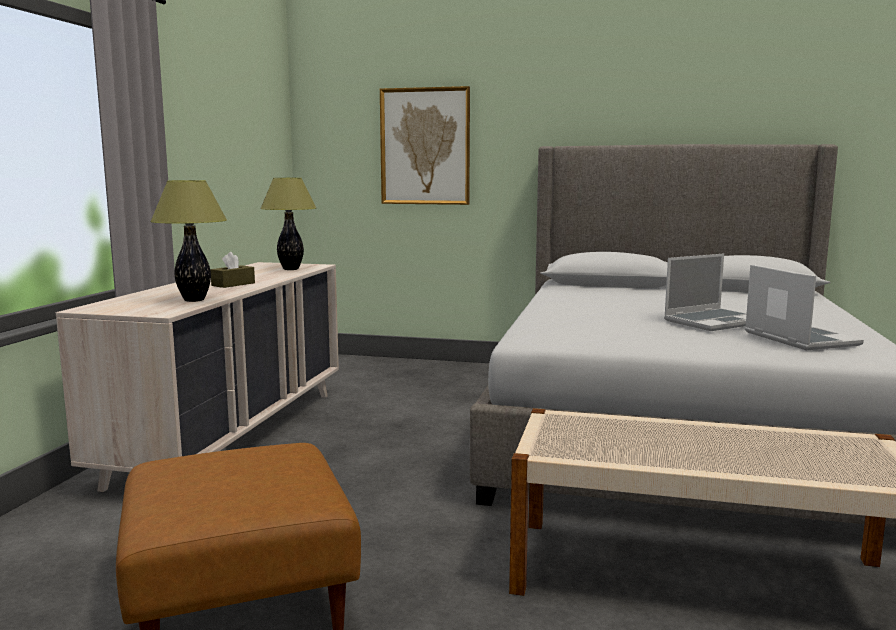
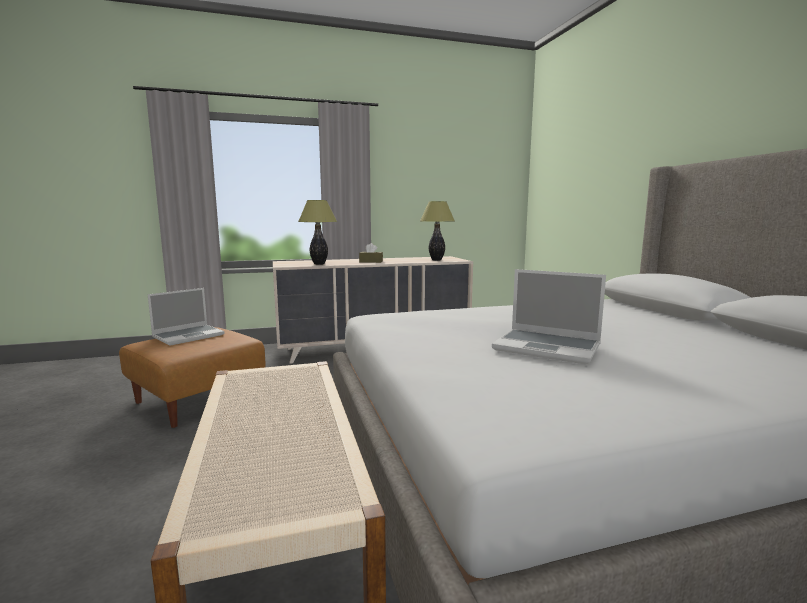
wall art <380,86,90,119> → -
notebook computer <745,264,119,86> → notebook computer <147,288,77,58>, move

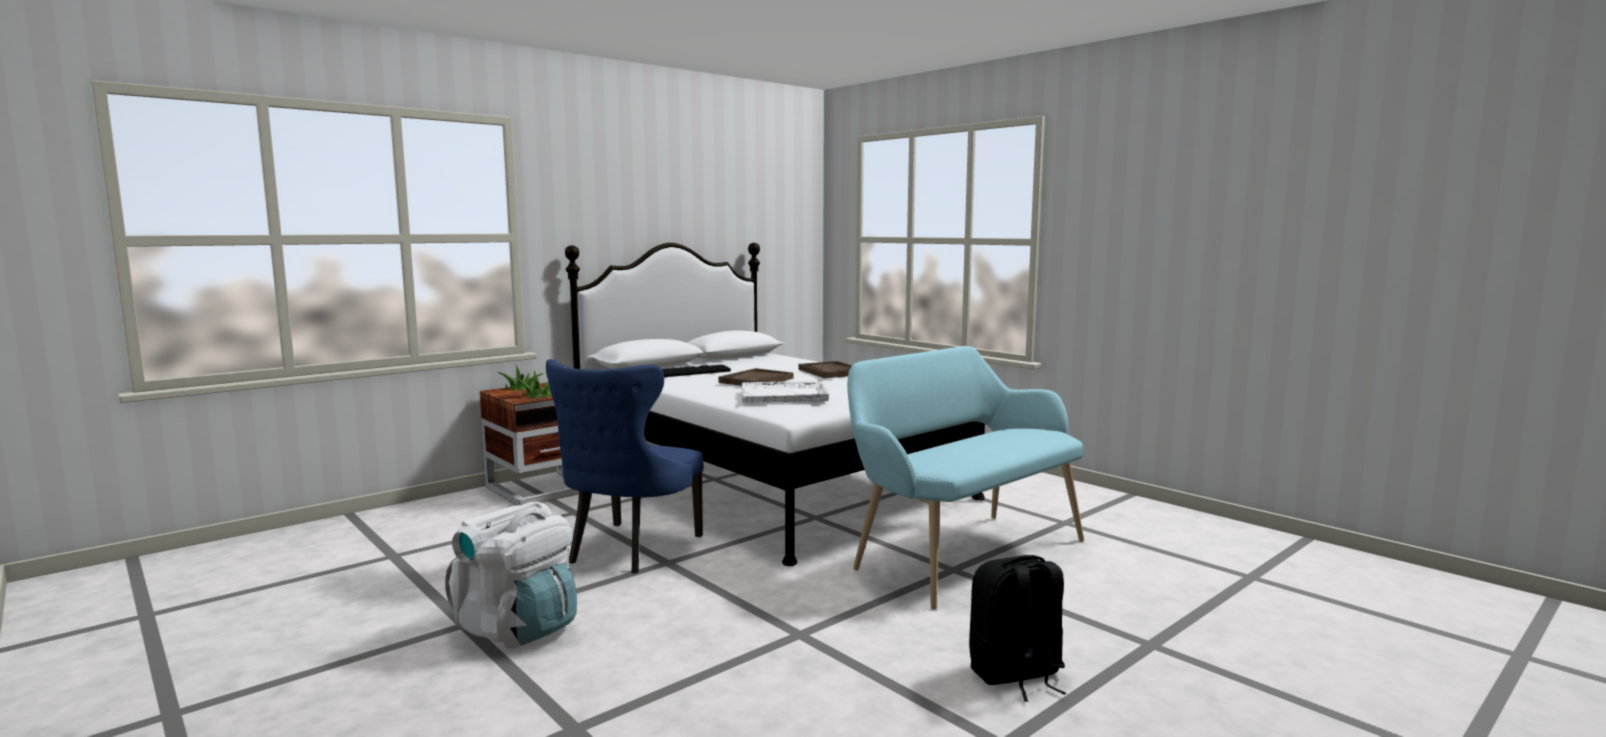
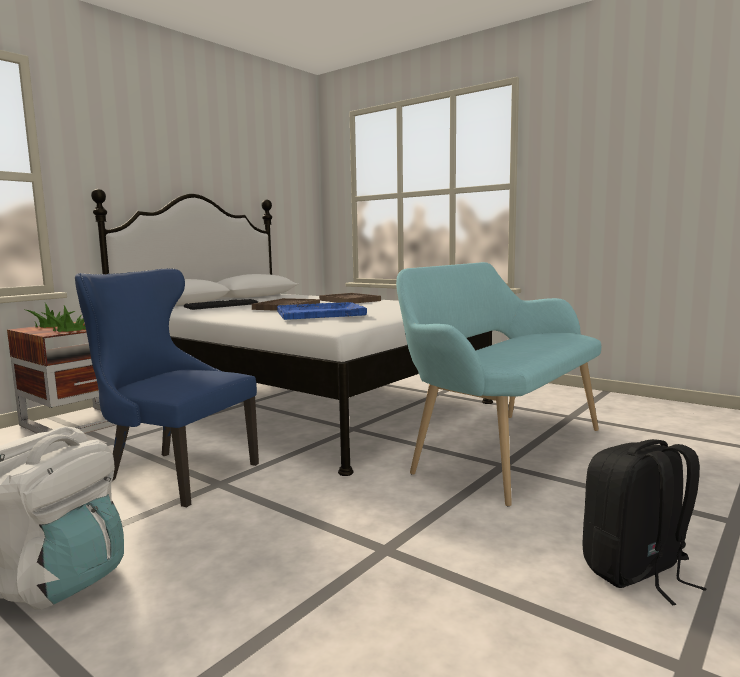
bluish chair <546,359,158,214> → bluish chair <75,268,184,239>, 105 degrees clockwise
white-coloured carrying tray <742,381,87,22> → bluish carrying tray <277,302,90,18>

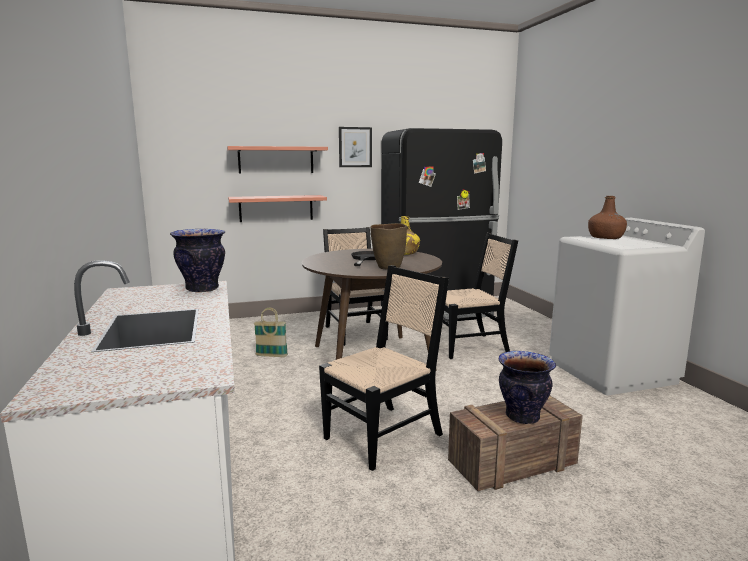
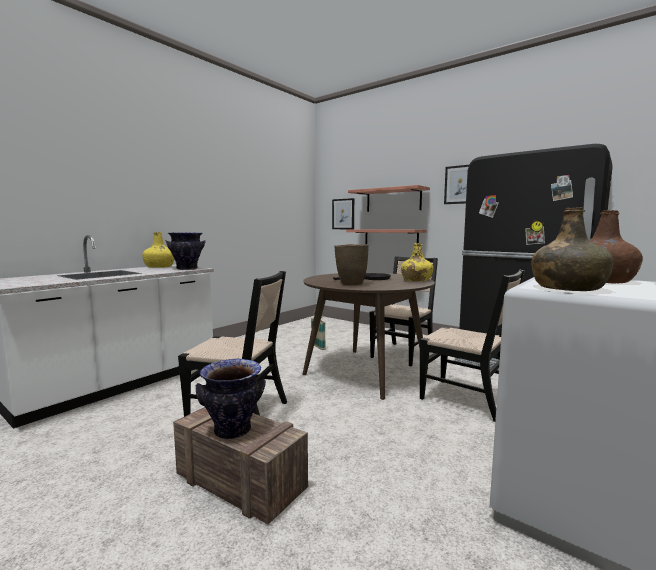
- → yellow-coloured bottle <142,232,32,36>
- → wall art <332,198,22,31>
- → green-coloured bottle <532,207,81,84>

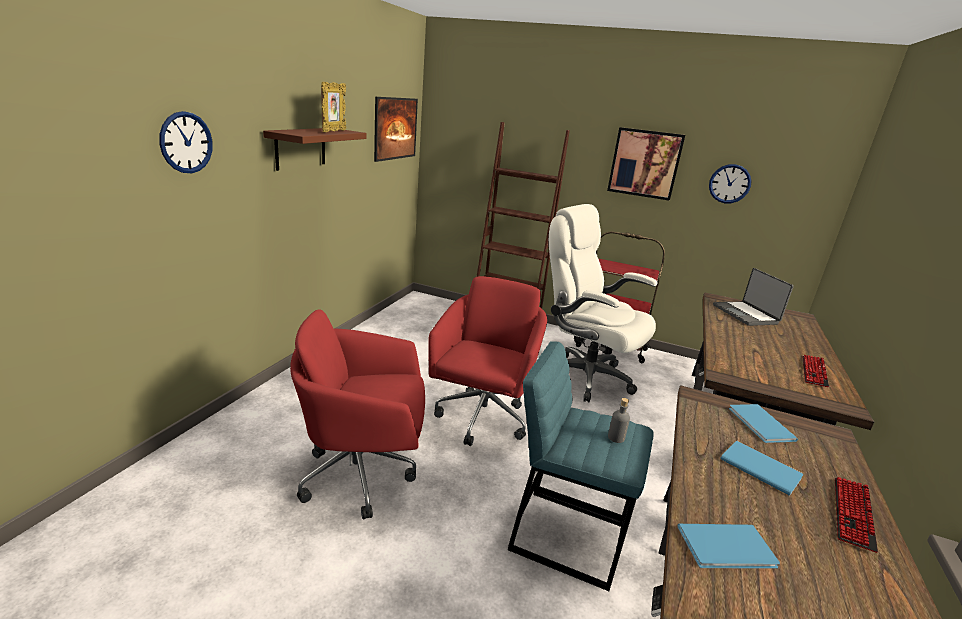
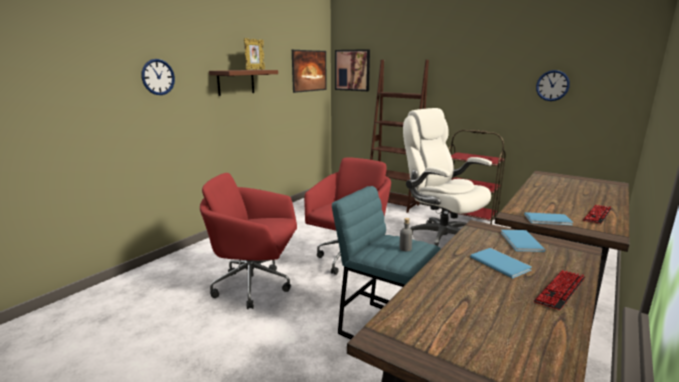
wall art <607,127,78,74> → wall art <335,49,35,42>, move
bluish volume <678,524,102,45> → bluish volume <524,212,50,14>, move
notebook computer <713,268,81,58> → -

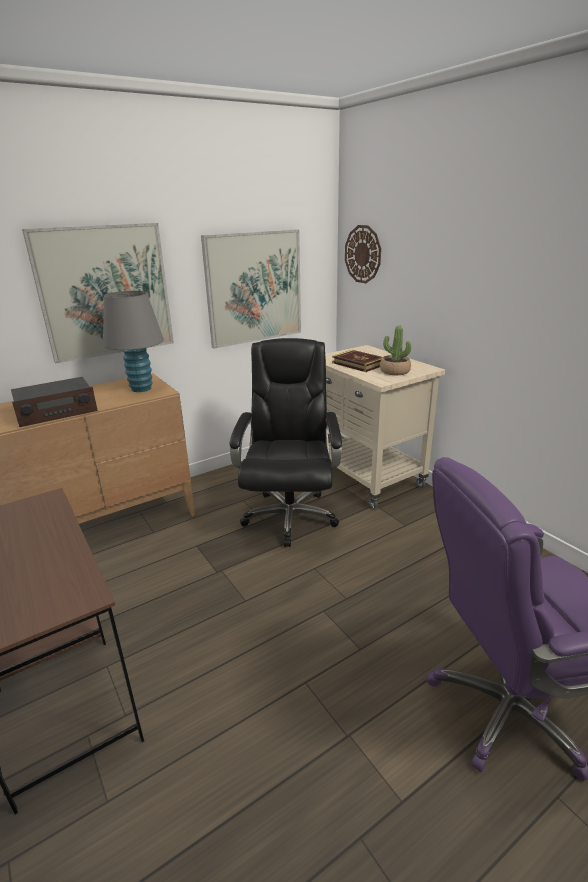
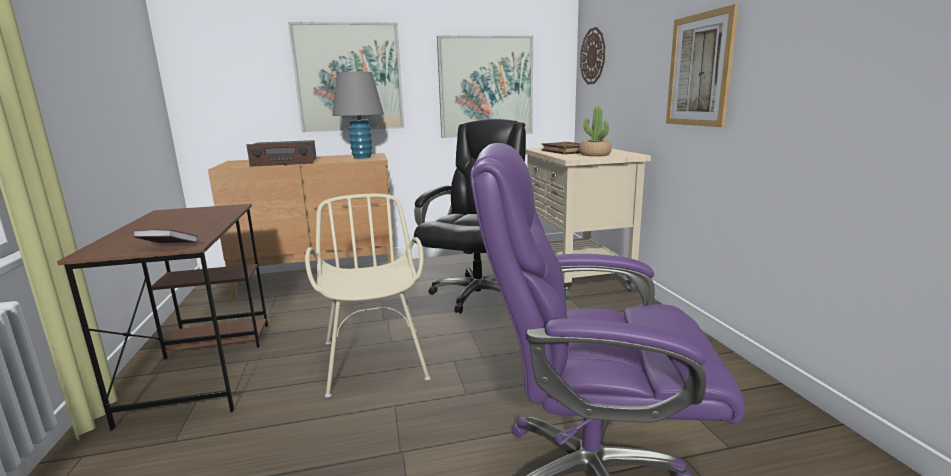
- → volume <133,229,65,14>
- → beige chair <305,194,126,203>
- → wall art <666,4,73,123>

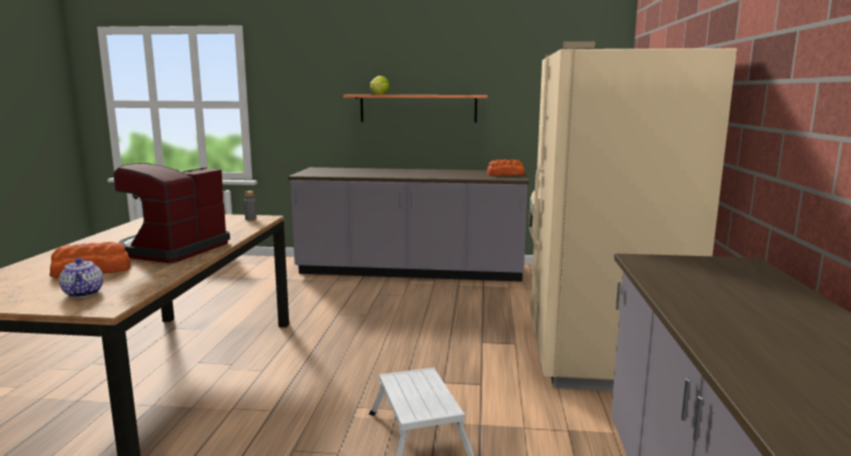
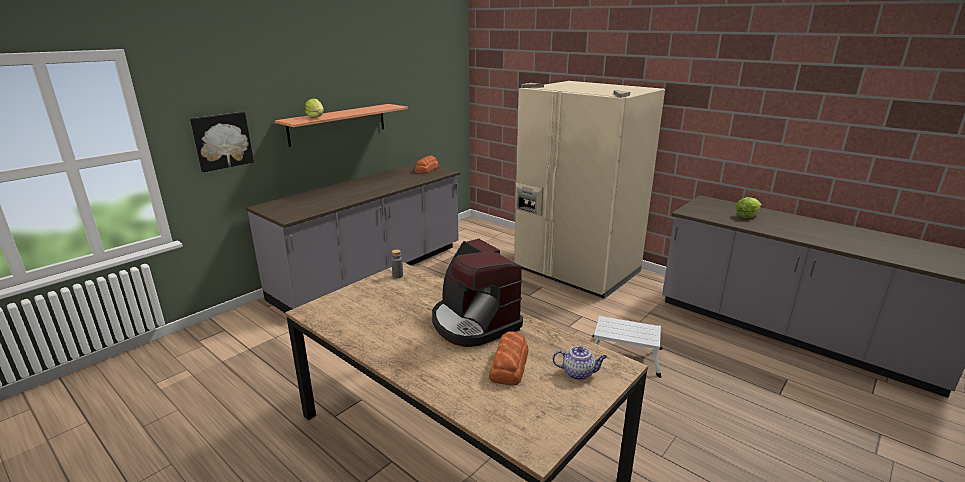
- → wall art <190,112,64,60>
- → lettuce <736,197,26,21>

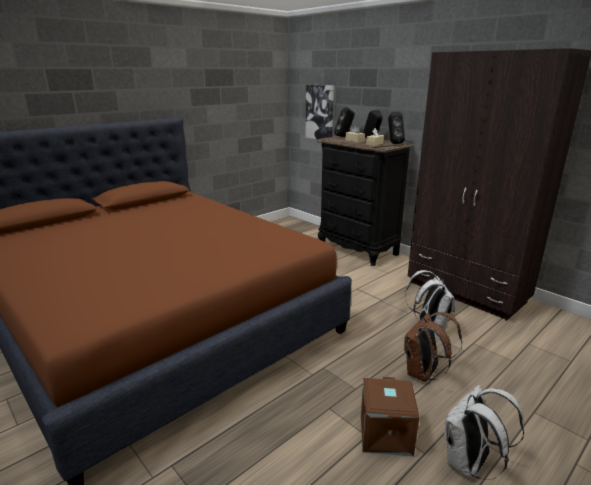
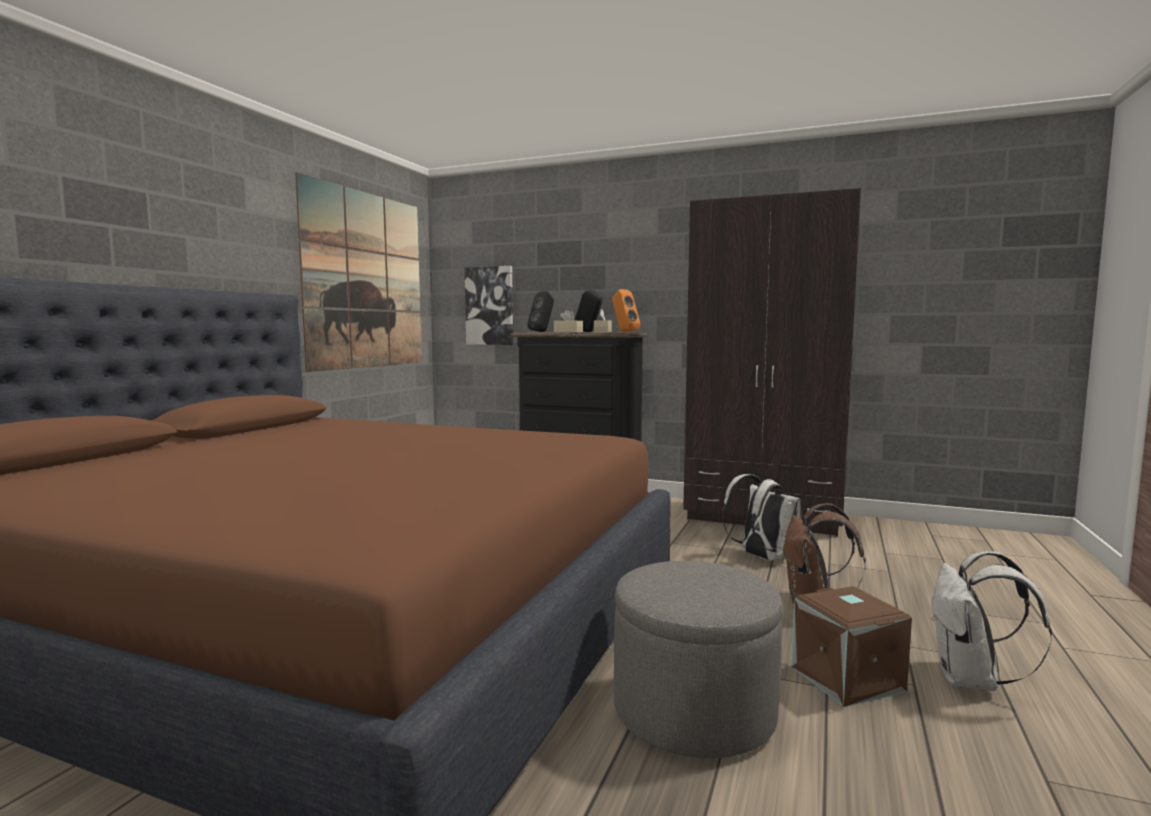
blackish loudspeaker <388,112,17,32> → orangey loudspeaker <612,289,29,43>
- → wall art <295,172,127,200>
- → gray ottoman <614,561,169,197>

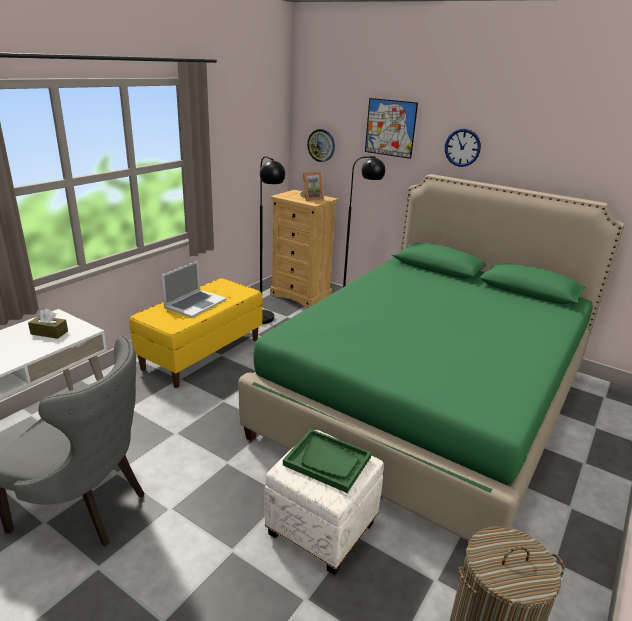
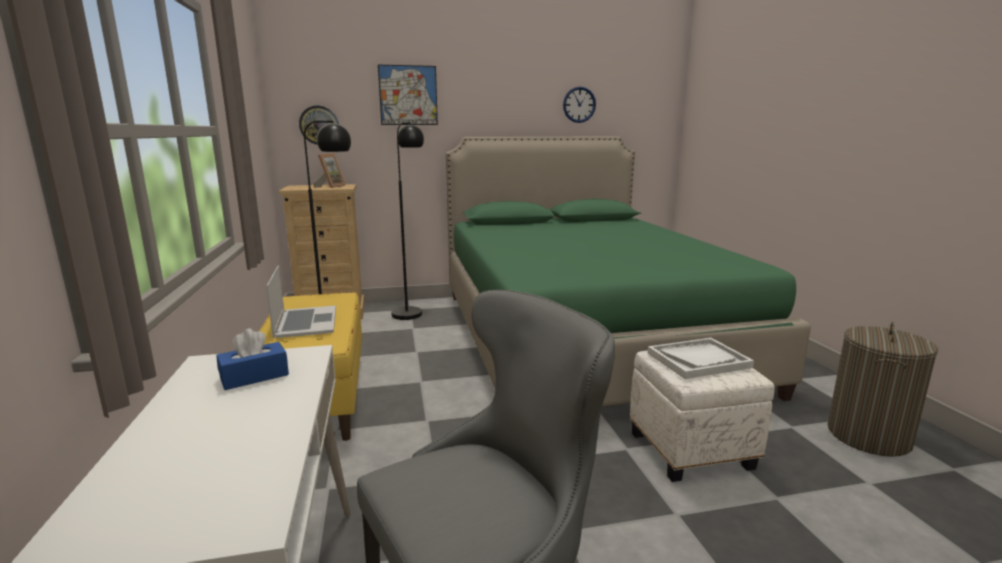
brown tissue box <28,309,40,30> → bluish tissue box <216,328,73,62>
green-coloured carrying tray <283,429,89,64> → white-coloured carrying tray <648,338,106,41>
clock on the wall <445,129,36,38> → clock on the wall <563,87,33,36>, move

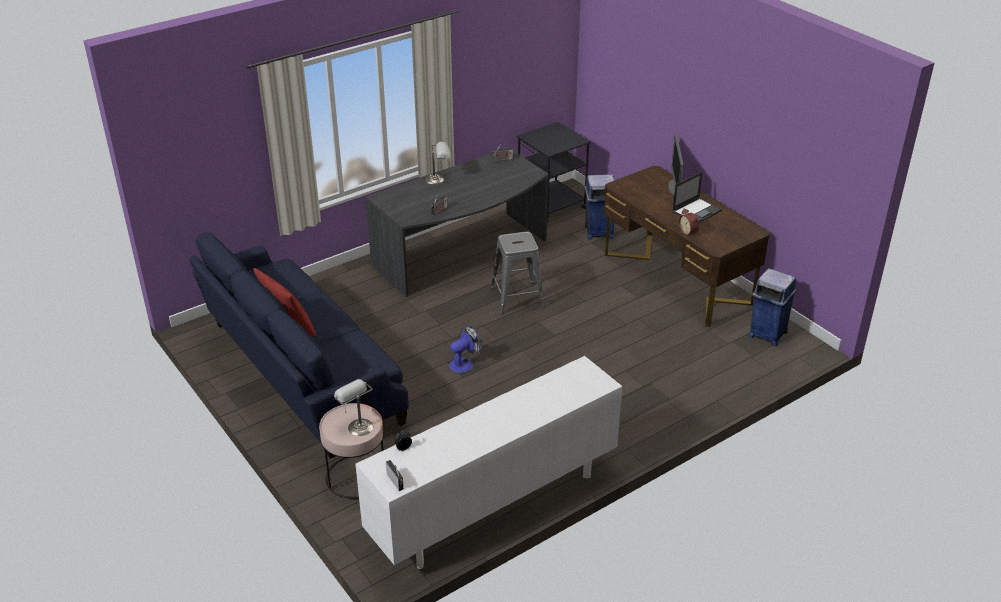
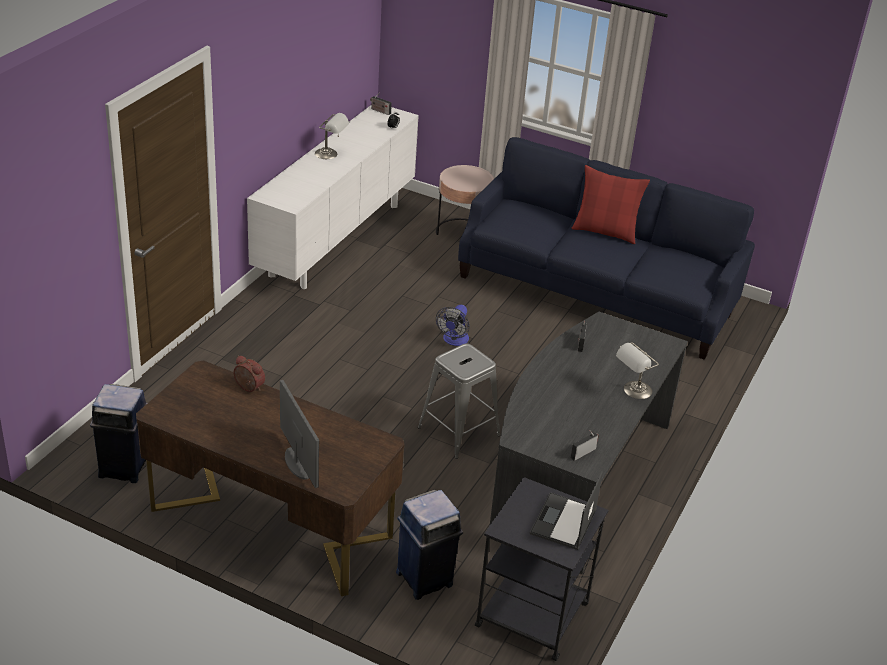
white-coloured lamp for a table <334,379,39,57> → white-coloured lamp for a table <315,113,34,46>, move
notebook computer <672,172,50,51> → notebook computer <530,471,73,79>, move

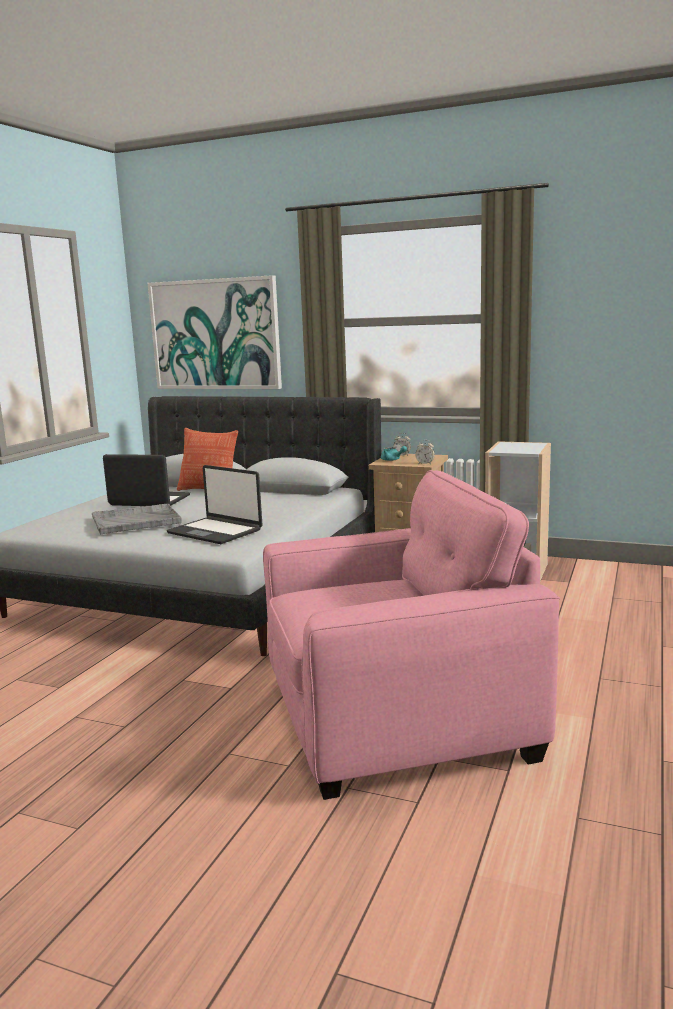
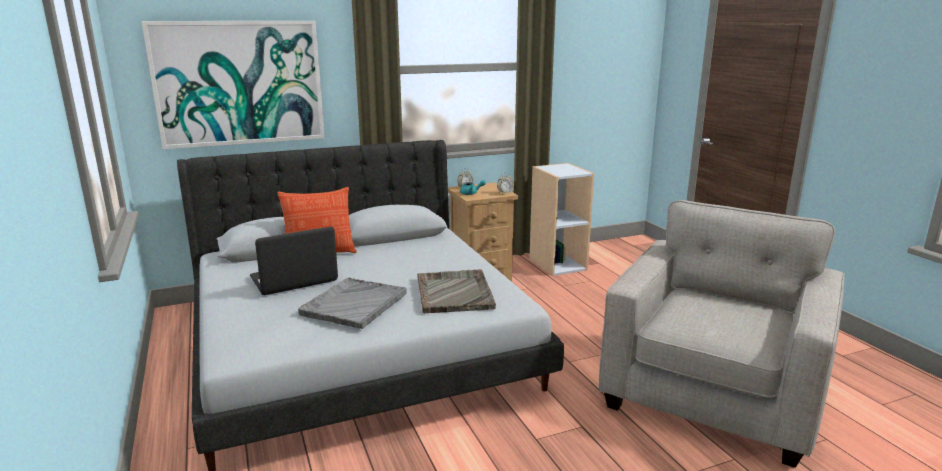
notebook computer <167,465,95,79> → gray carrying tray <417,269,79,44>
pinkish lounge chair <263,470,297,330> → gray lounge chair <599,200,246,268>

